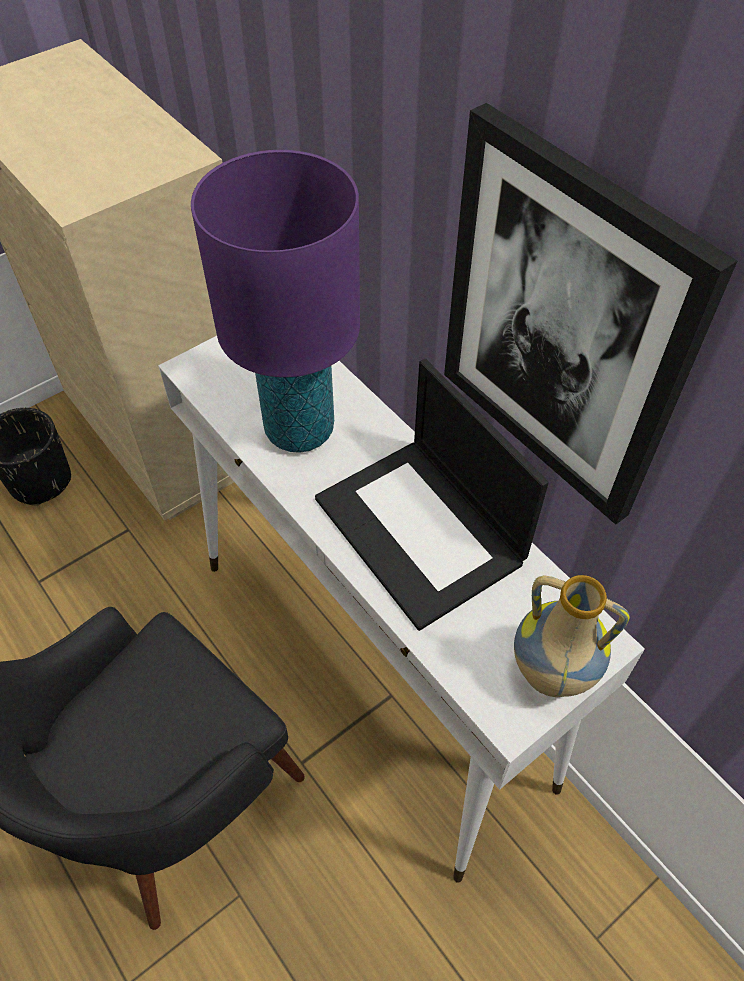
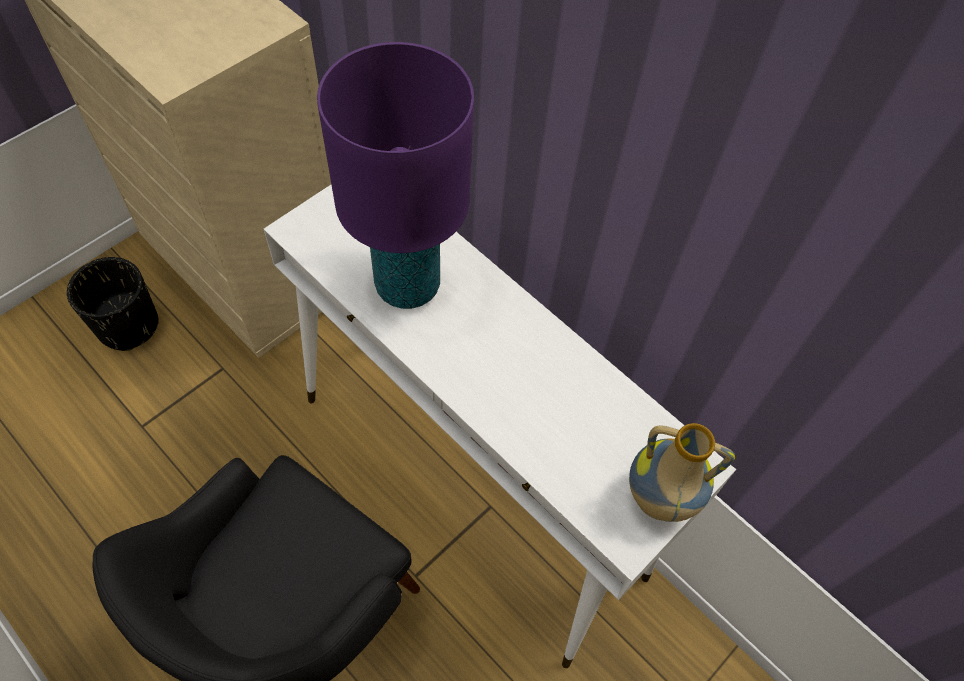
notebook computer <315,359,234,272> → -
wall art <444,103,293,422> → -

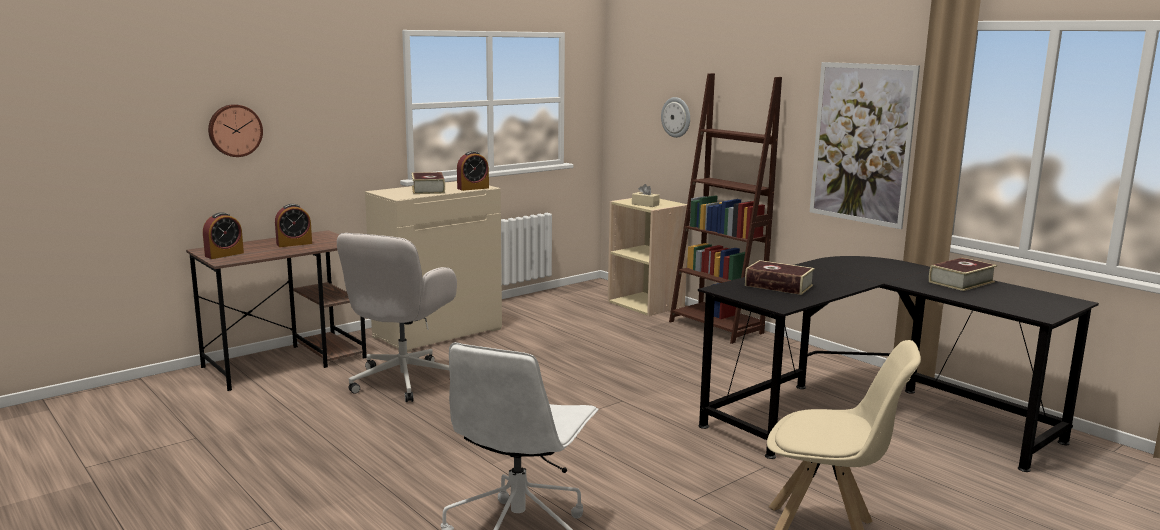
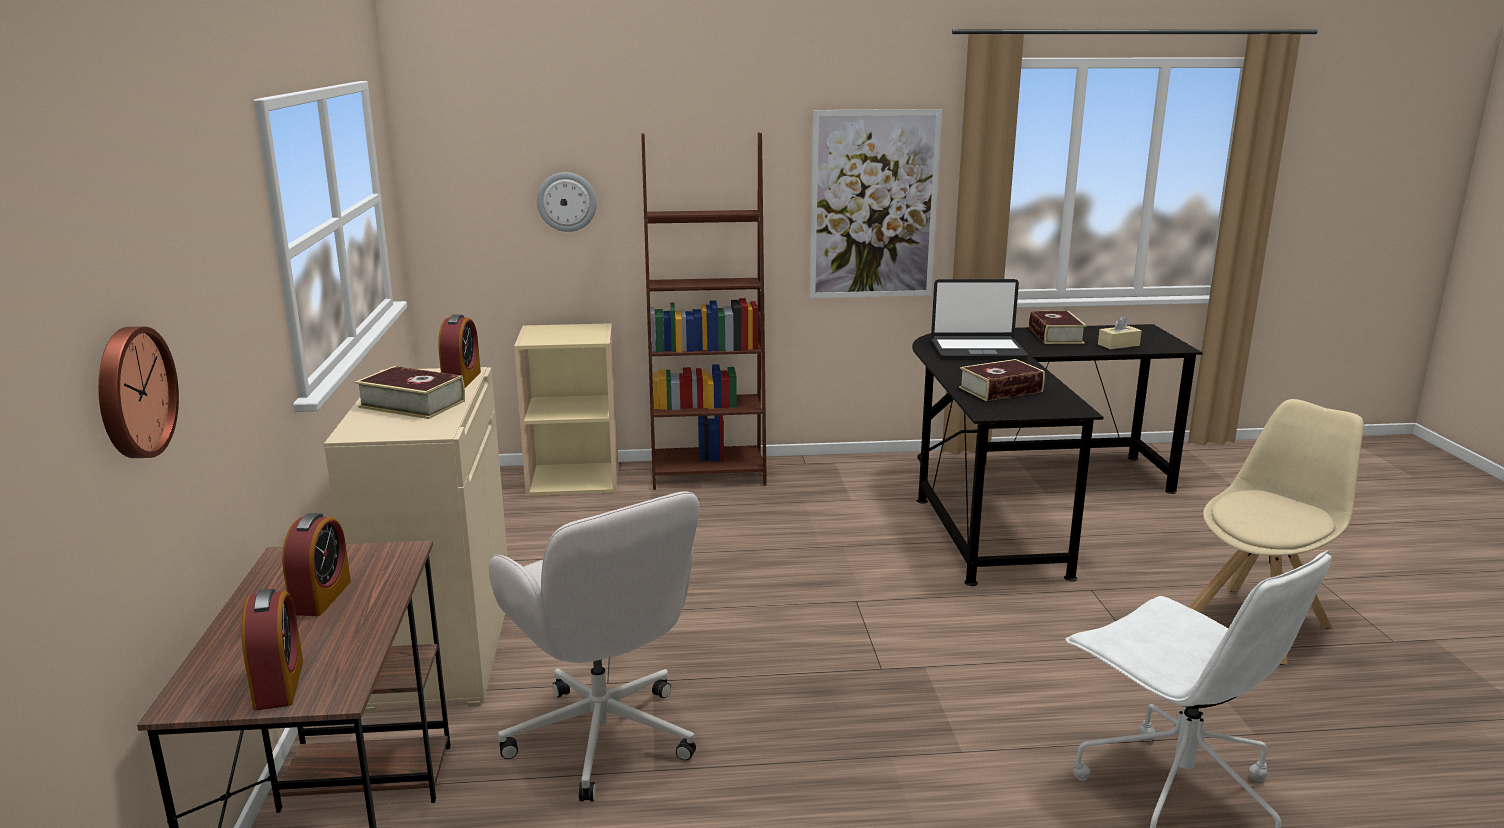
beige tissue box <632,184,28,23> → beige tissue box <1098,315,44,34>, move
- → notebook computer <931,279,97,80>

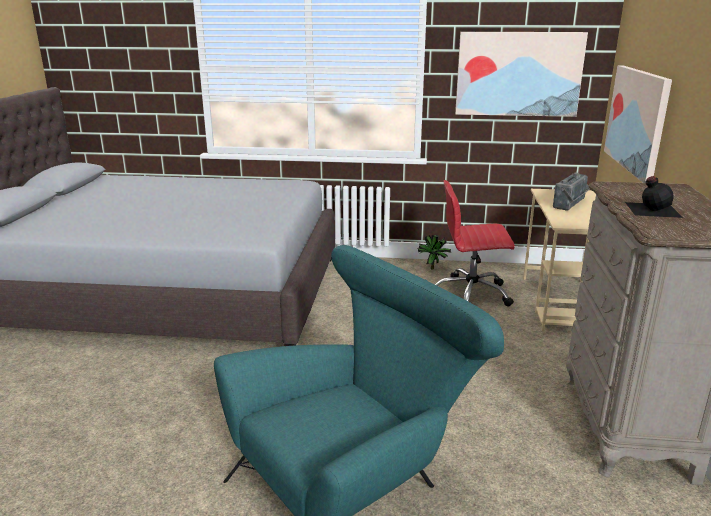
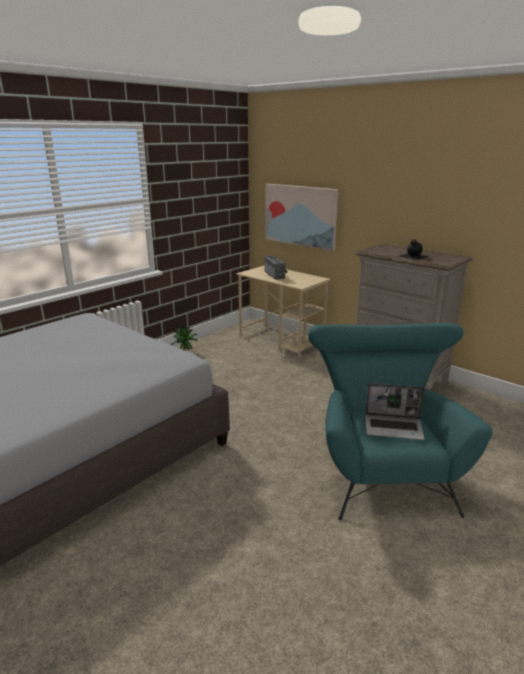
reddish office chair <435,180,80,127> → -
wall art <455,32,133,85> → -
- → notebook computer <365,383,60,57>

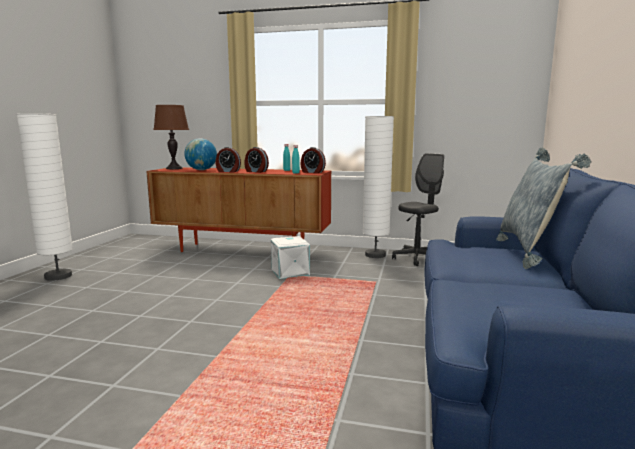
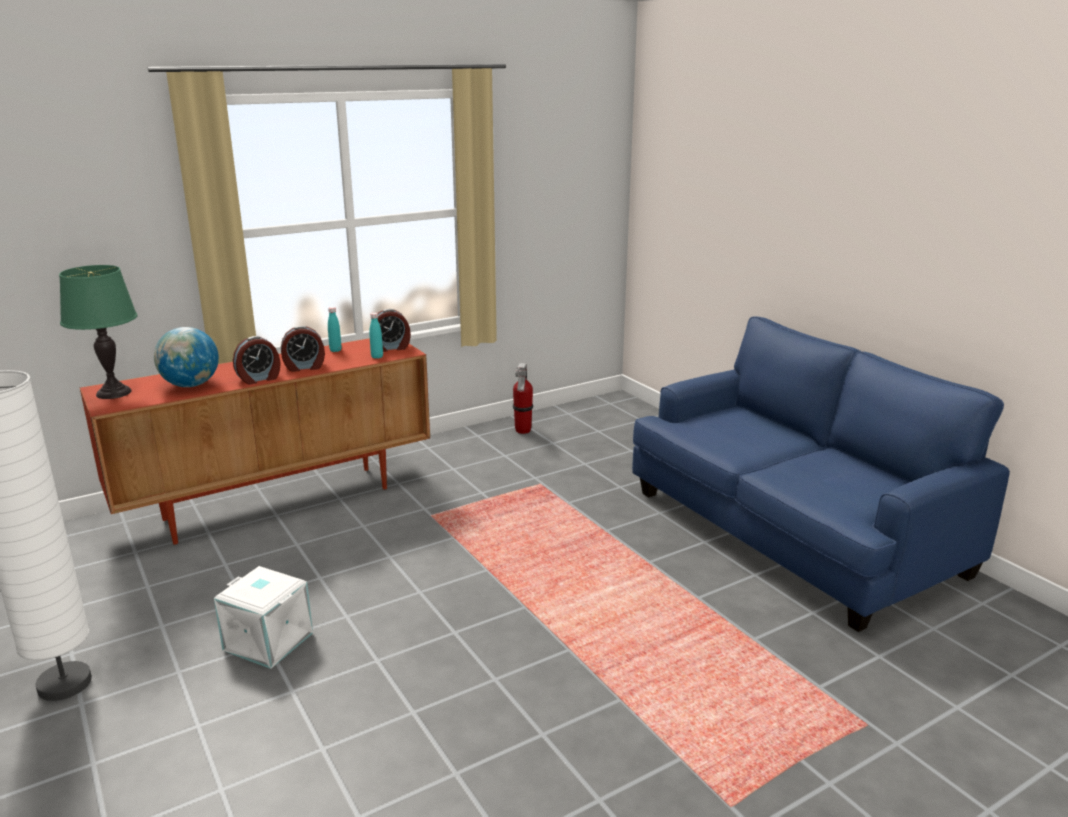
brown lamp for a table <153,105,36,64> → green-coloured lamp for a table <59,265,79,134>
white-coloured storage bin <271,236,39,43> → white-coloured storage bin <214,566,99,103>, move
white-coloured standard lamp <363,116,31,142> → -
gray office chair <392,153,52,113> → fire extinguisher <513,363,20,71>
cushion <496,147,95,122> → -

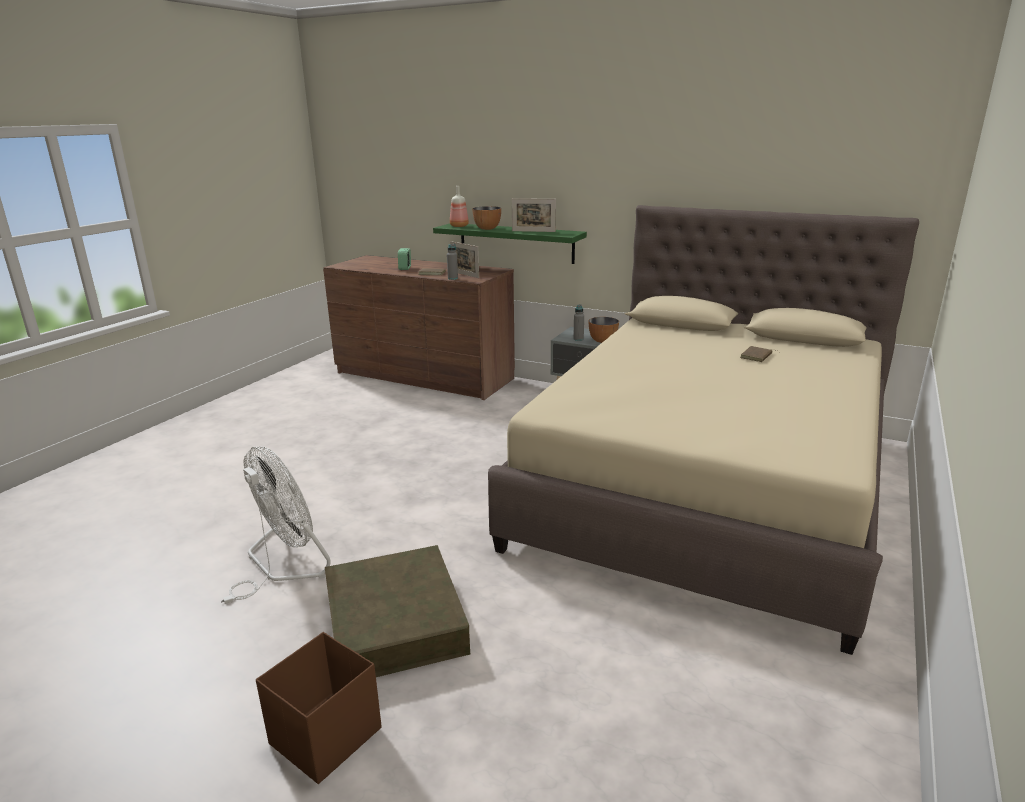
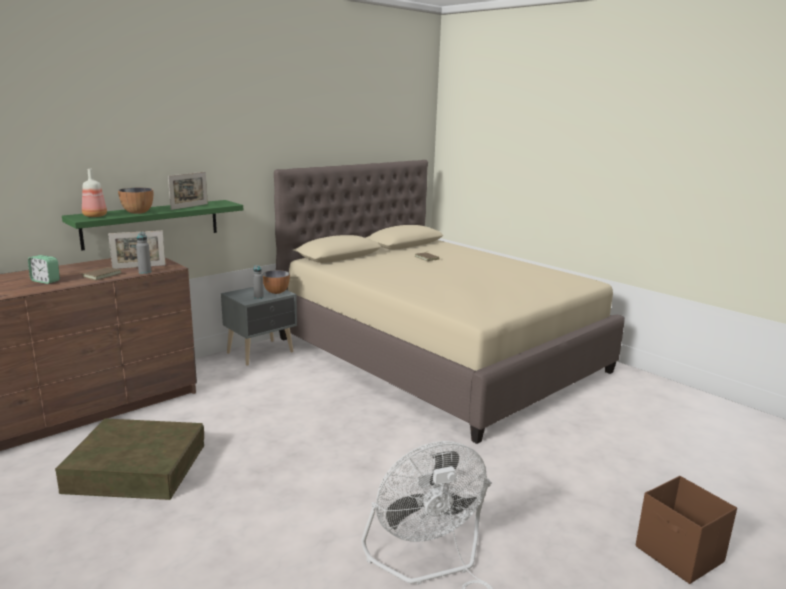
brown storage bin <325,545,145,132> → brown storage bin <55,418,149,82>, move

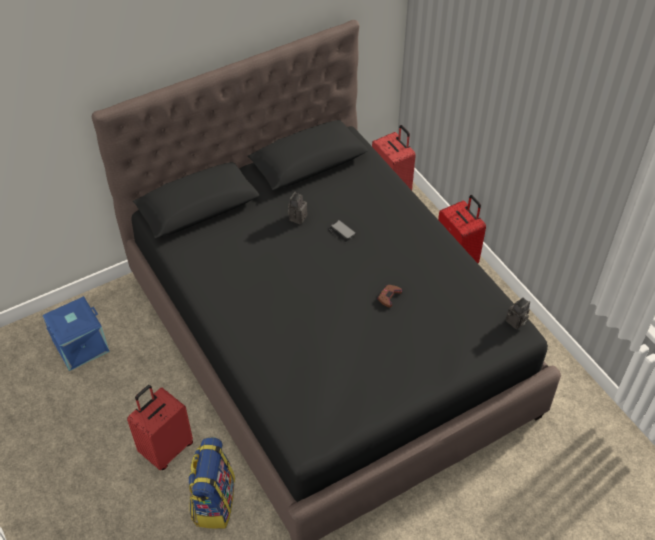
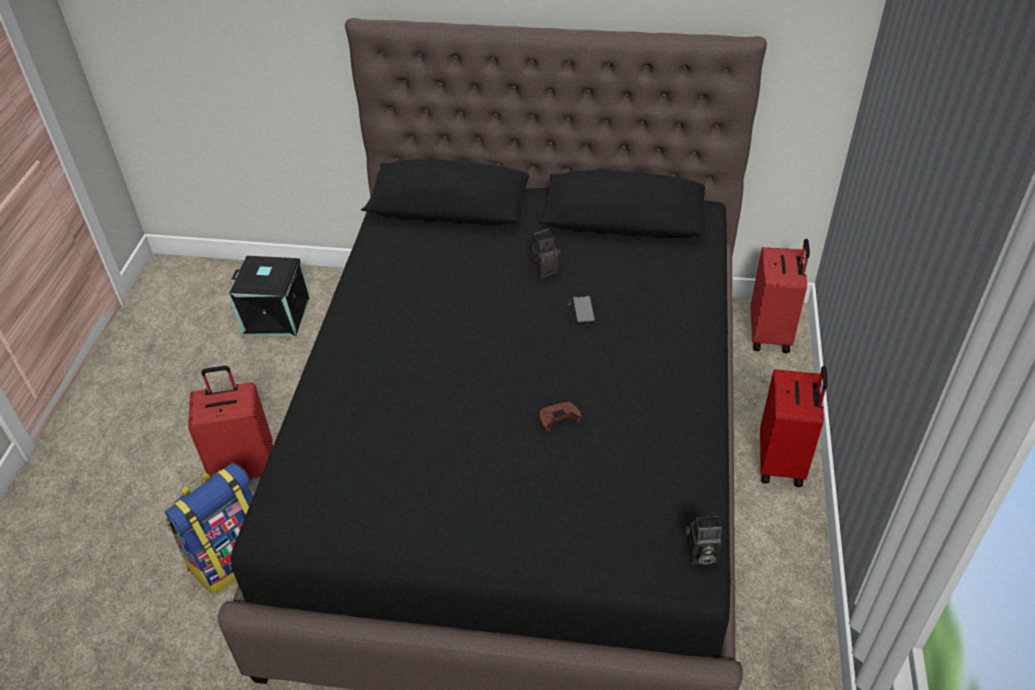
bluish storage bin <43,296,67,75> → blackish storage bin <230,256,80,81>

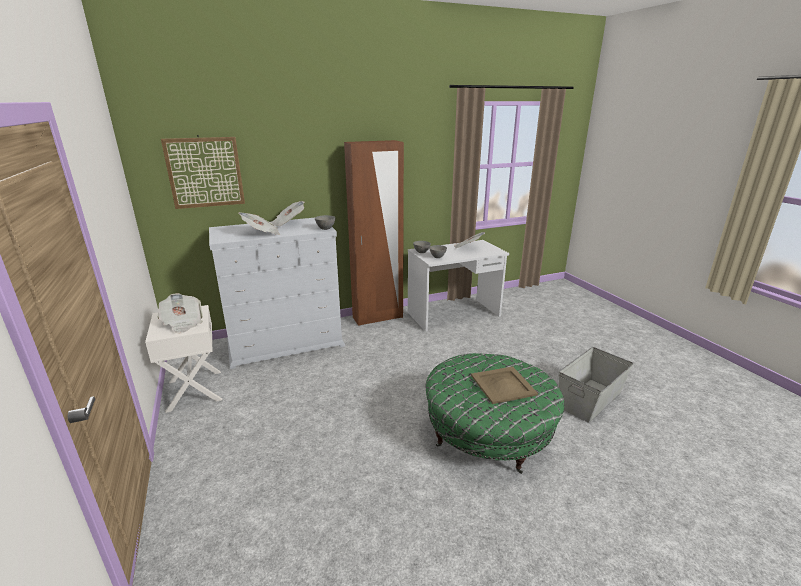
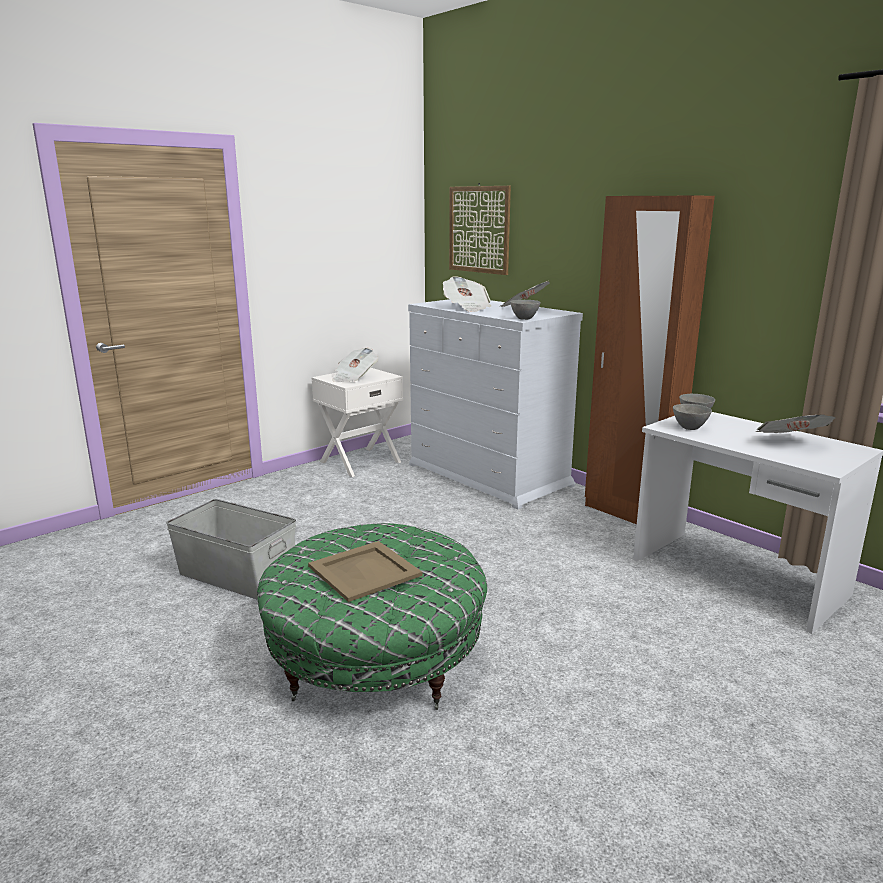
gray storage bin <559,347,75,76> → gray storage bin <166,499,130,101>, move

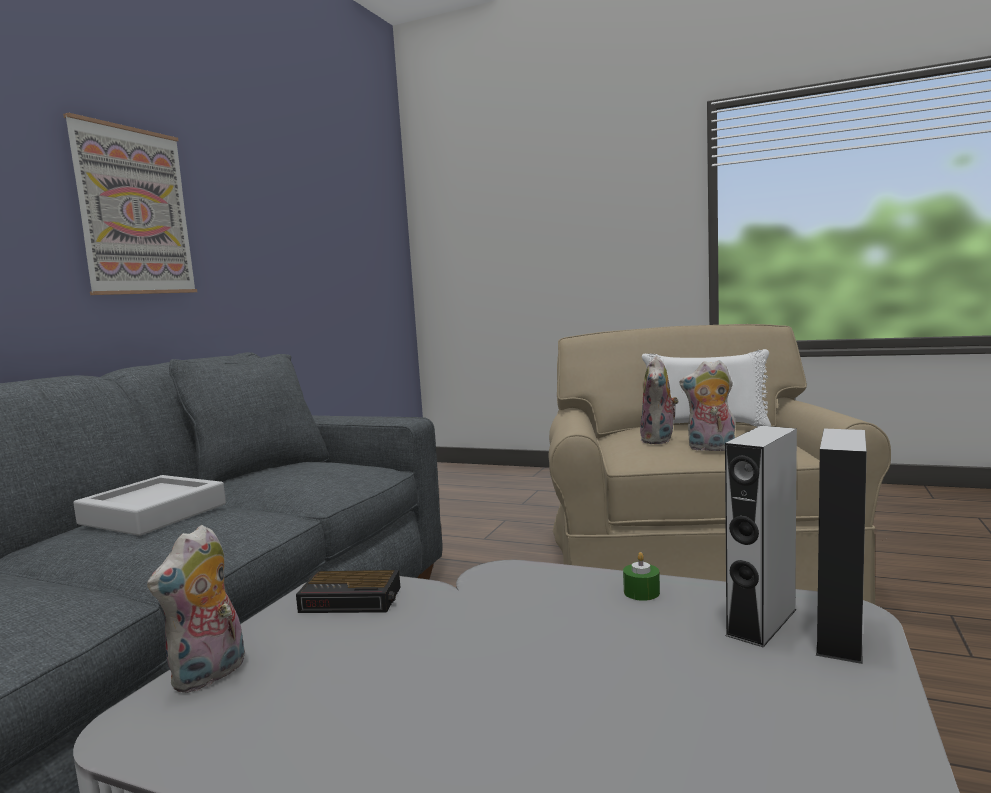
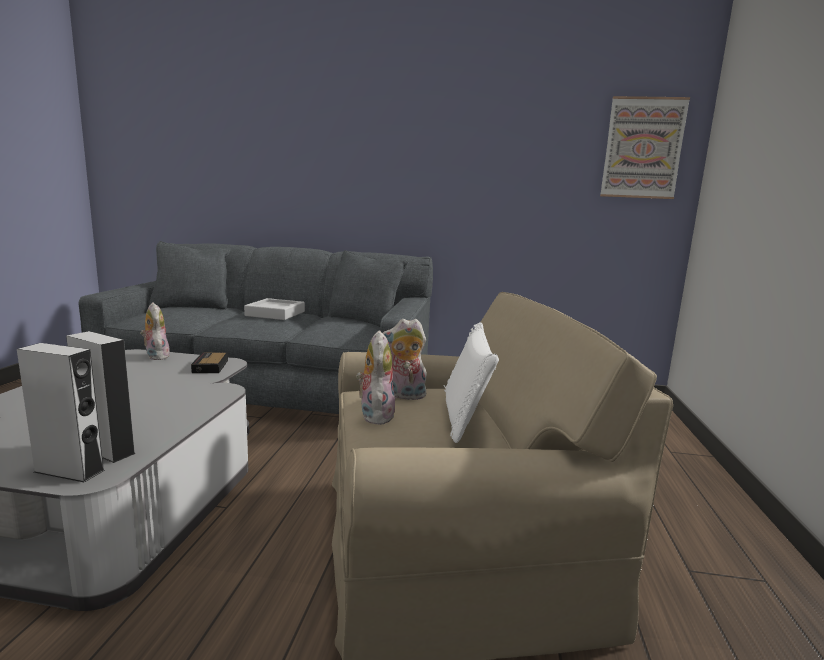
wall art <63,113,134,182> → wall art <600,96,90,103>, move
plush toy <147,525,98,168> → plush toy <140,302,30,58>, 45 degrees clockwise
green-coloured candle <623,552,37,49> → -

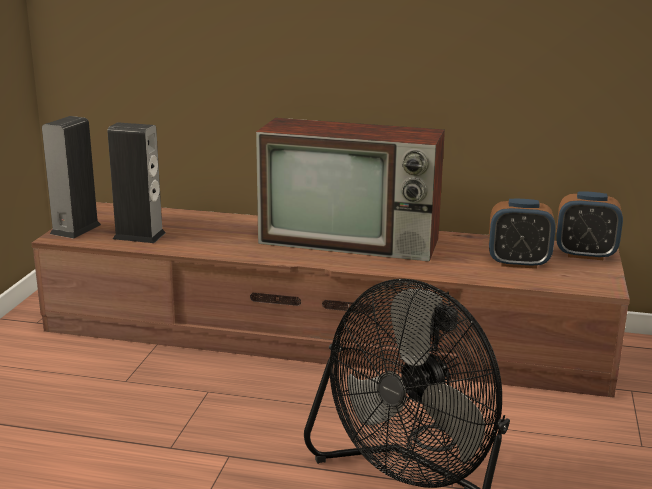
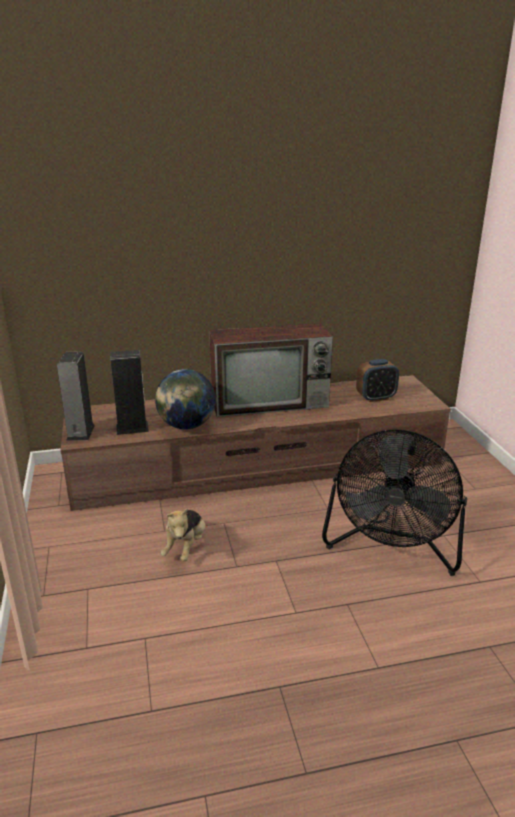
table clock <556,191,67,69> → -
- → globe <155,369,61,60>
- → plush toy <161,508,45,53>

